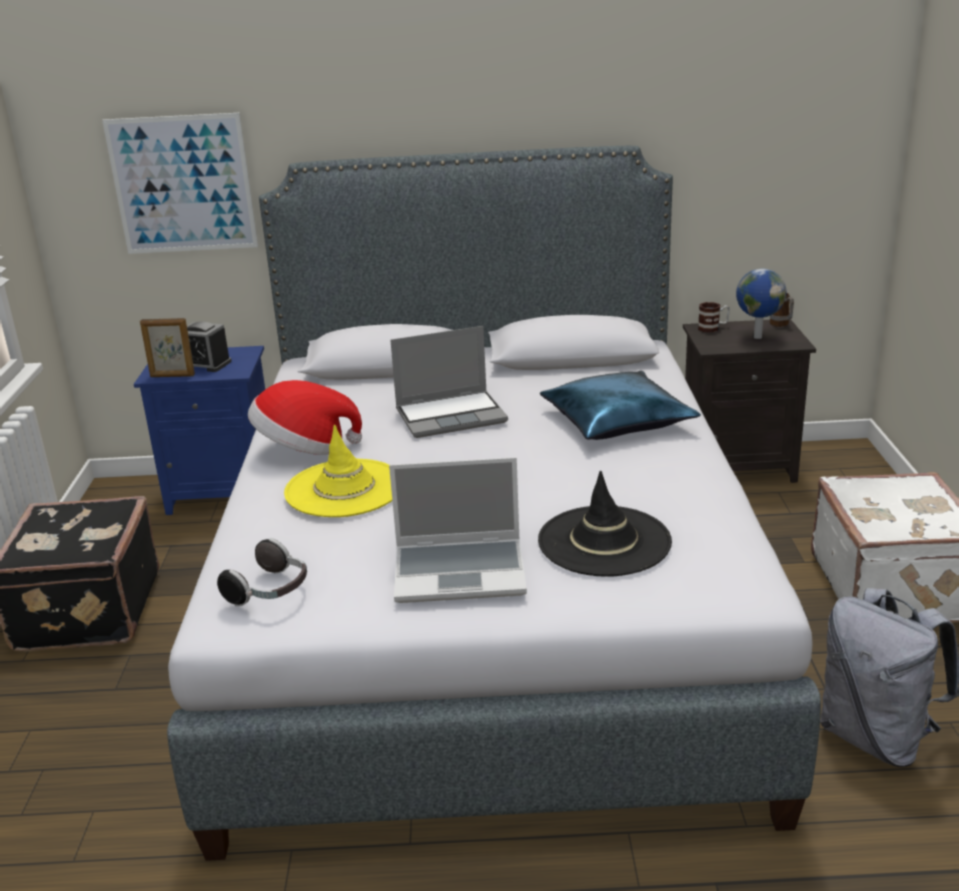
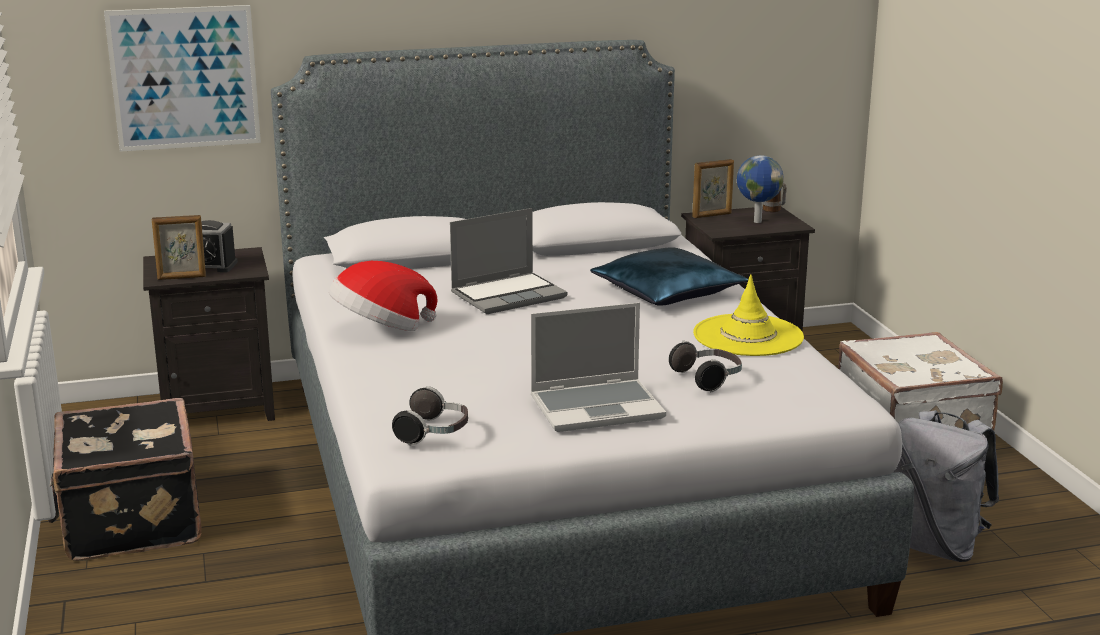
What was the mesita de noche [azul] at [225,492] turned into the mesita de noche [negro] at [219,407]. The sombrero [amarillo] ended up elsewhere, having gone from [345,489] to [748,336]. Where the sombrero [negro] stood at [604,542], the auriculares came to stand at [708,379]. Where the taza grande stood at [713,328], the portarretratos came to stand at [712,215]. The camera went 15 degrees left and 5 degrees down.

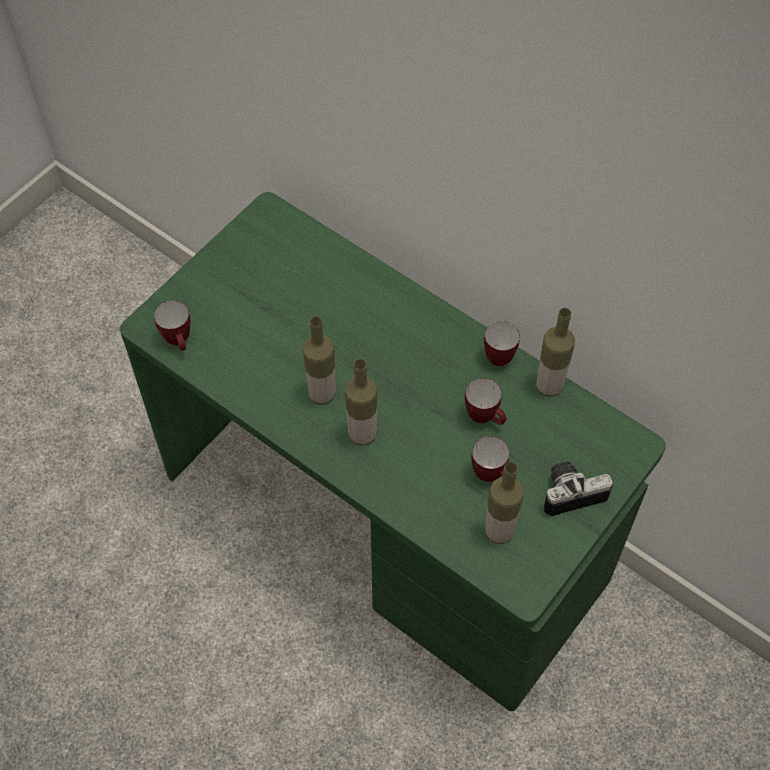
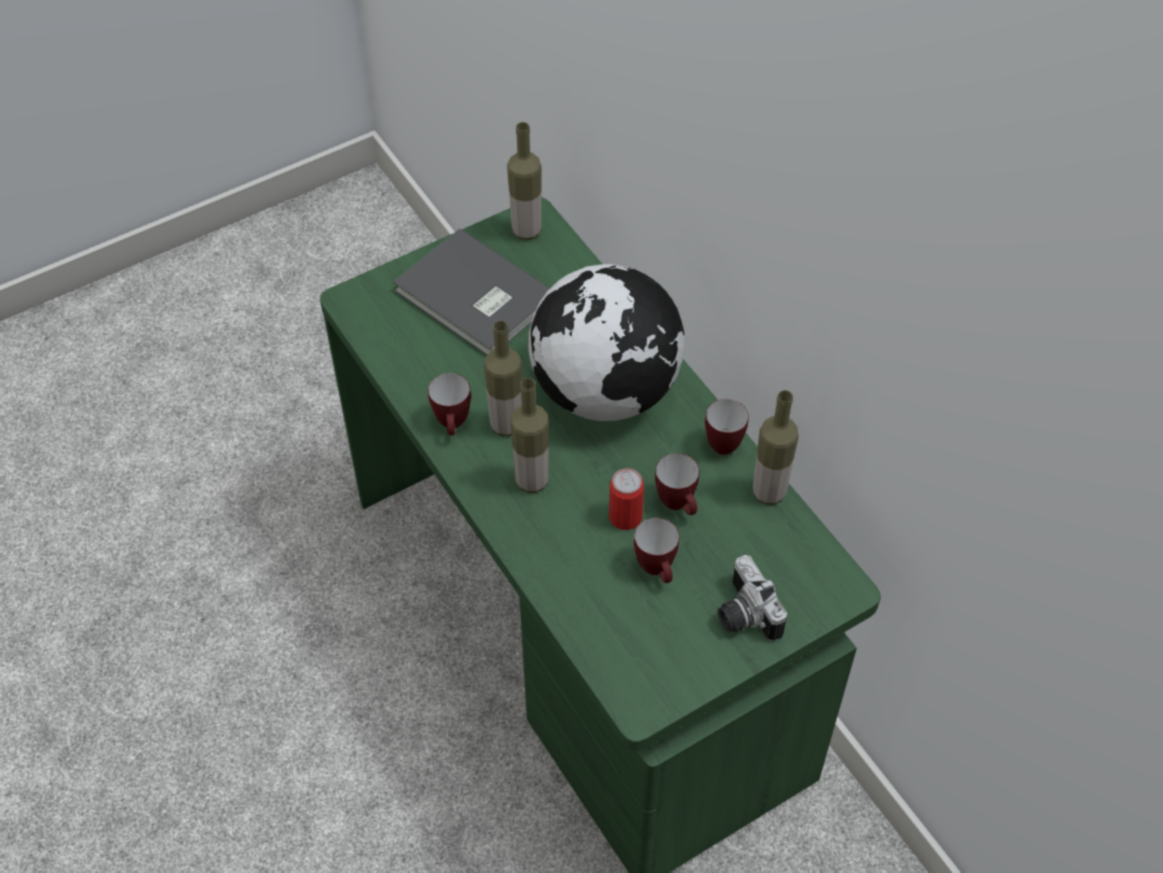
The taza grande ended up elsewhere, having gone from [179,342] to [453,425]. The botella ended up elsewhere, having gone from [499,532] to [526,231]. The cámara at [571,491] ended up facing another way, 120 degrees counterclockwise from before. The second view gained the libro [gris] at [474,299]. The second view gained the globo terráqueo at [606,391]. The second view gained the lata at [625,517]. The camera went 20 degrees right and 5 degrees down.

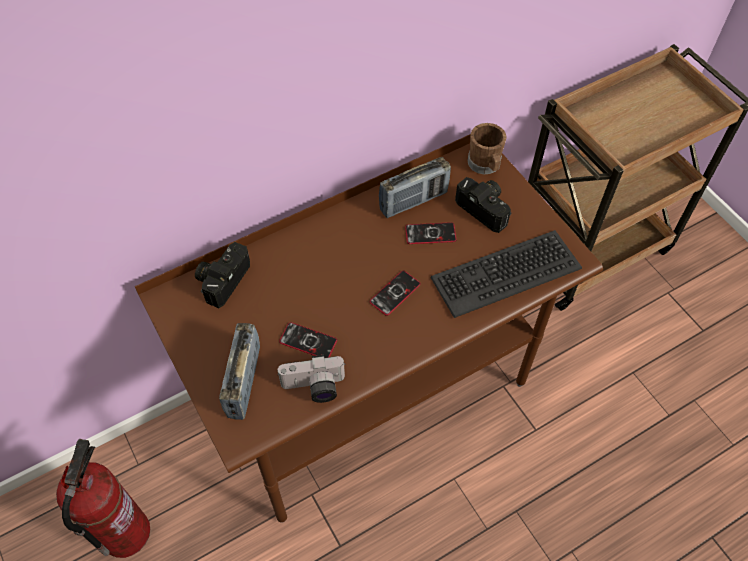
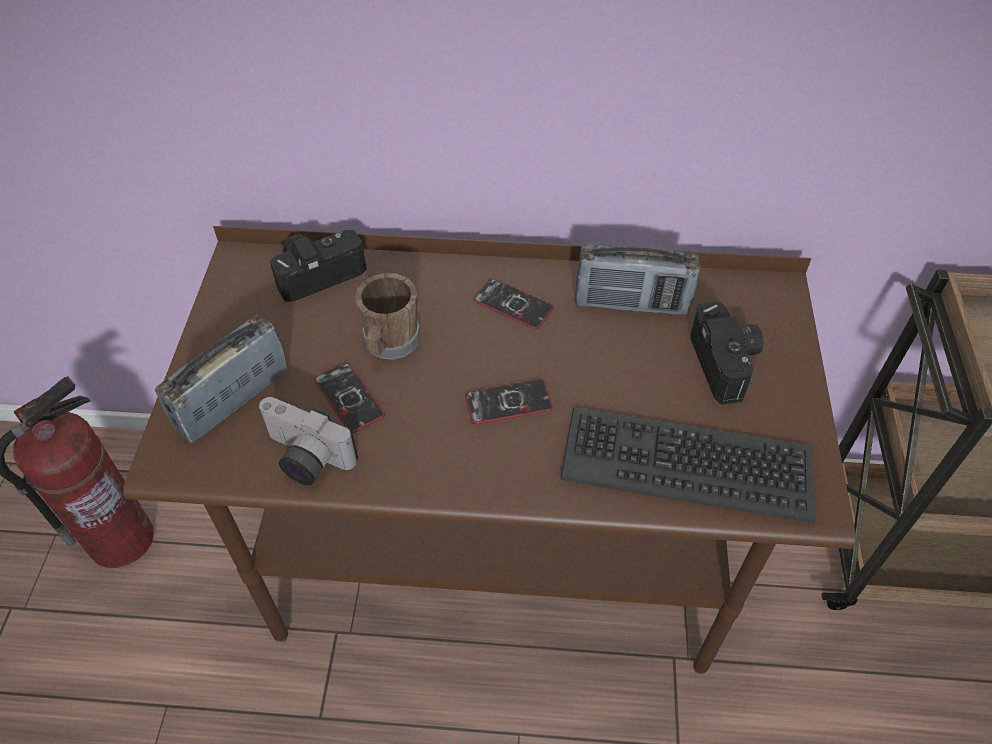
The móvil ended up elsewhere, having gone from [430,234] to [513,305]. The taza grande [marrón] ended up elsewhere, having gone from [485,165] to [389,344]. The camera went 35 degrees right and 5 degrees down.

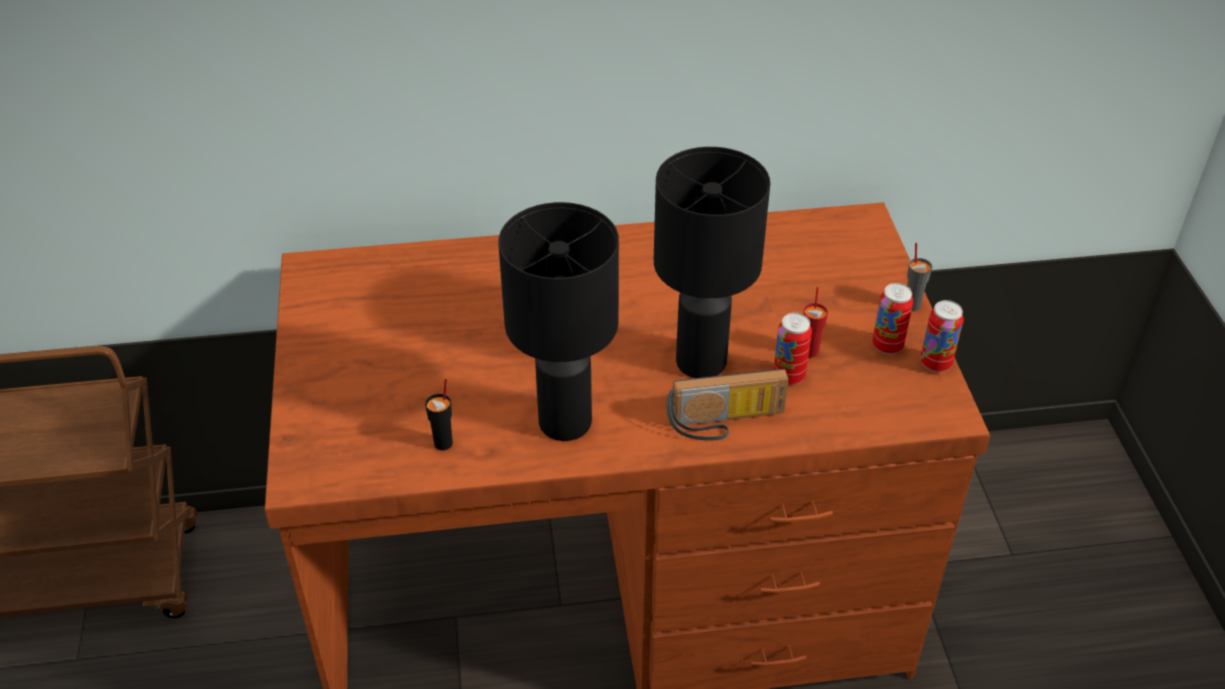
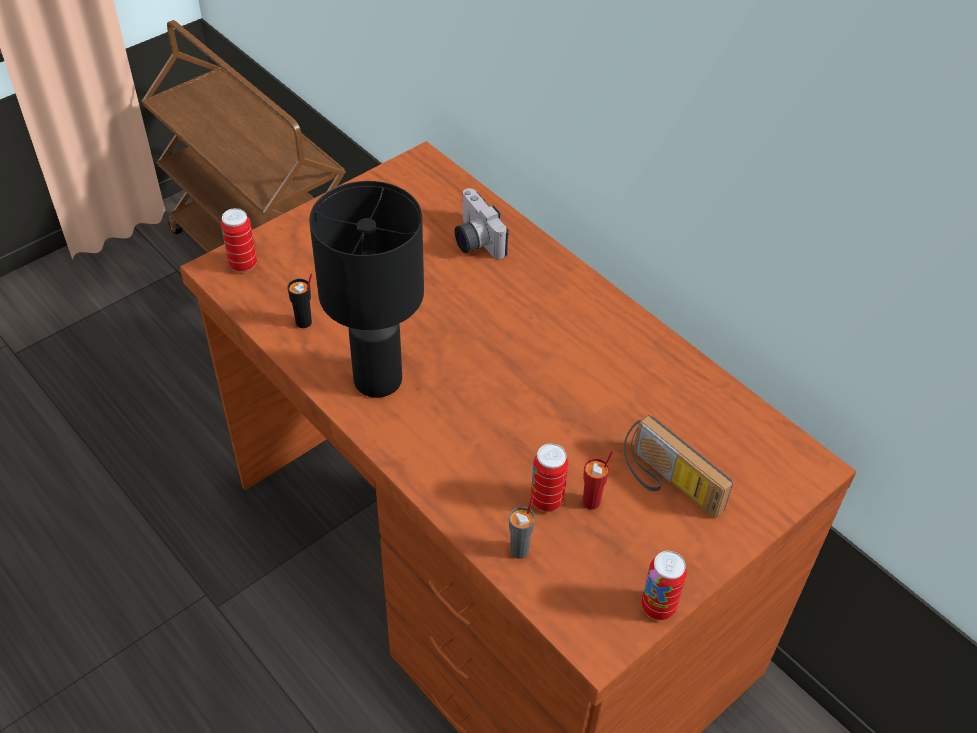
The second view lost the lámpara de mesa [negro] at [699,361]. The radio ended up elsewhere, having gone from [726,423] to [667,484]. The lata ended up elsewhere, having gone from [887,346] to [243,265]. The taza [gris] ended up elsewhere, having gone from [912,305] to [520,550]. The second view gained the cámara at [474,240]. The camera went 55 degrees right and 5 degrees up.

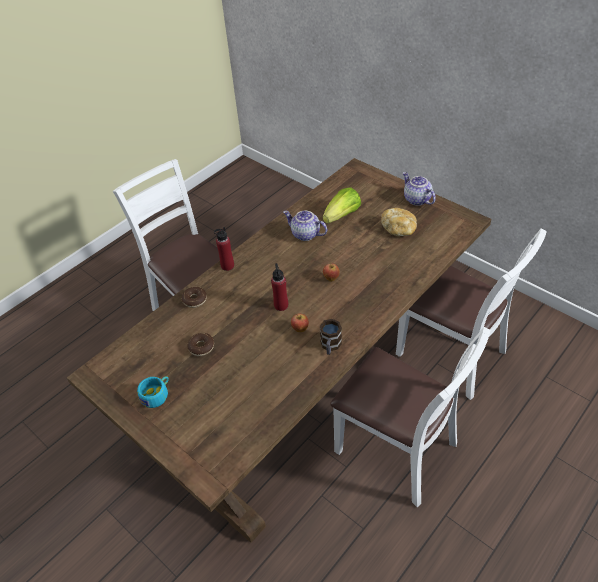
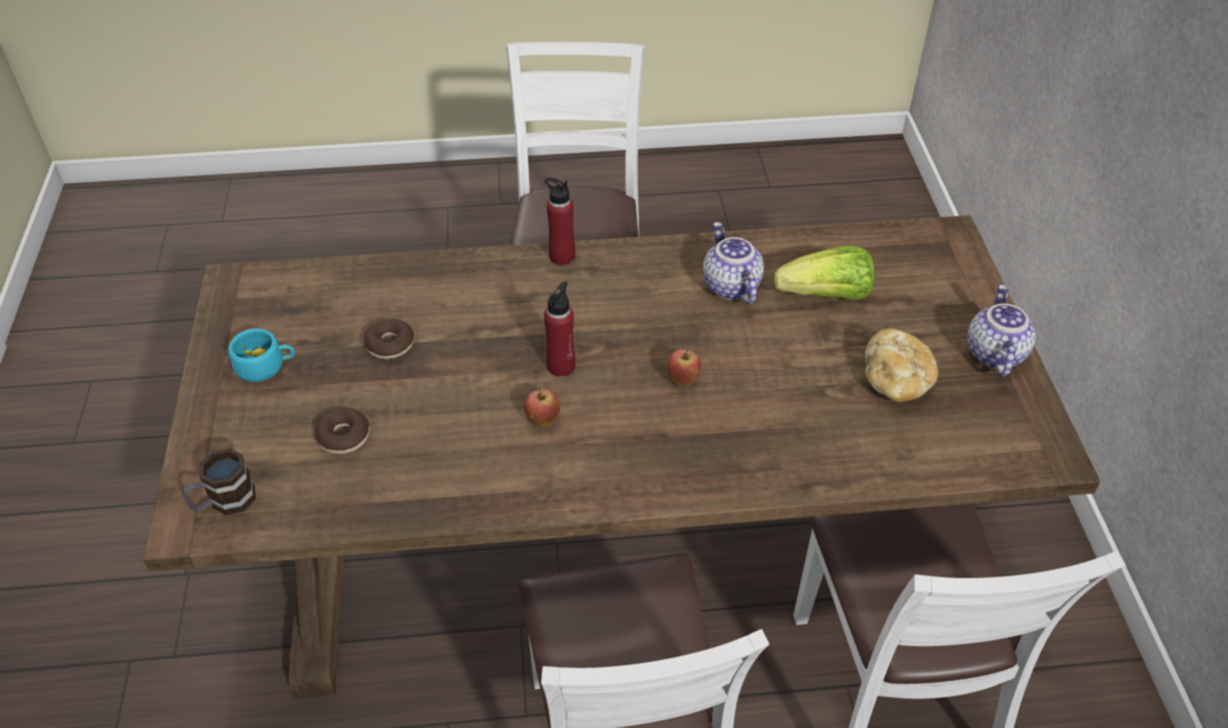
The rosquilla ended up elsewhere, having gone from [194,300] to [344,437]. The taza grande ended up elsewhere, having gone from [330,346] to [224,502]. The camera went 40 degrees right and 0 degrees up.

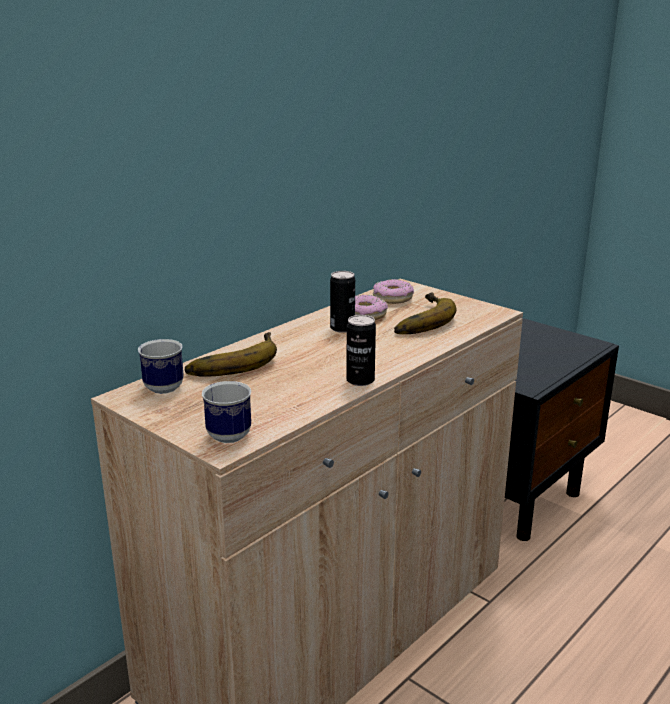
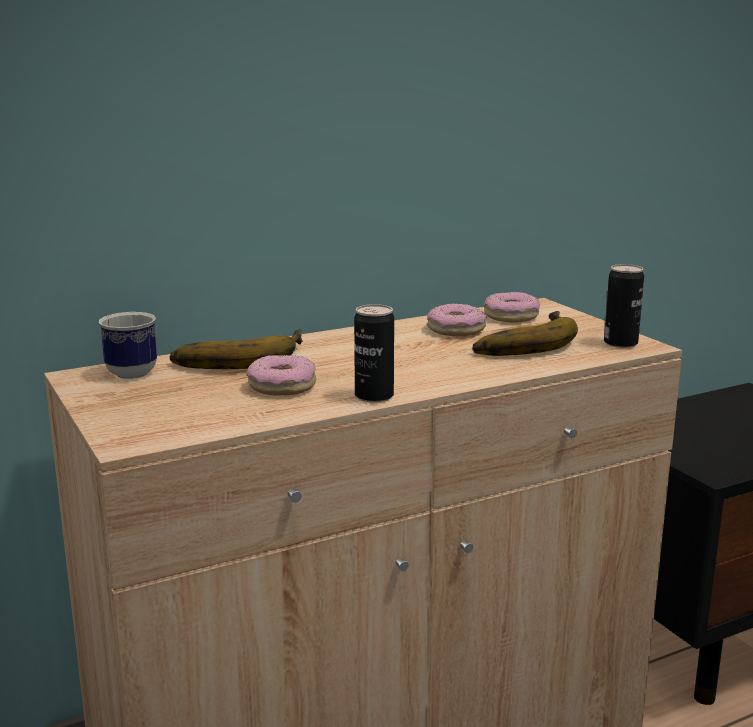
The second view lost the taza grande at [229,432]. The lata ended up elsewhere, having gone from [342,328] to [620,343]. The second view gained the rosquilla at [282,386]. The camera went 20 degrees right and 5 degrees down.

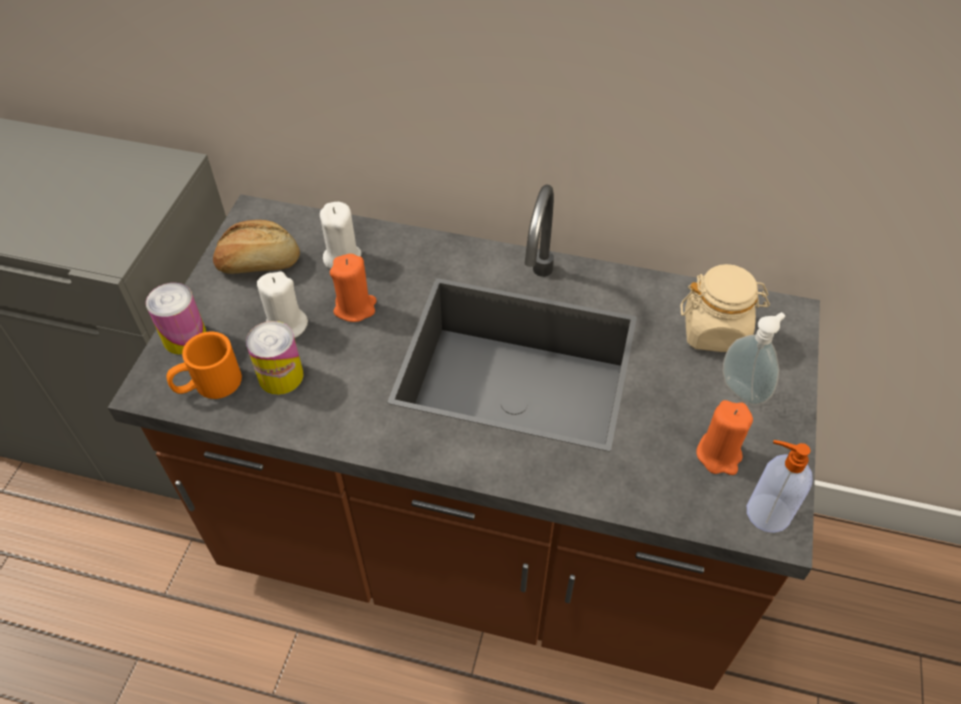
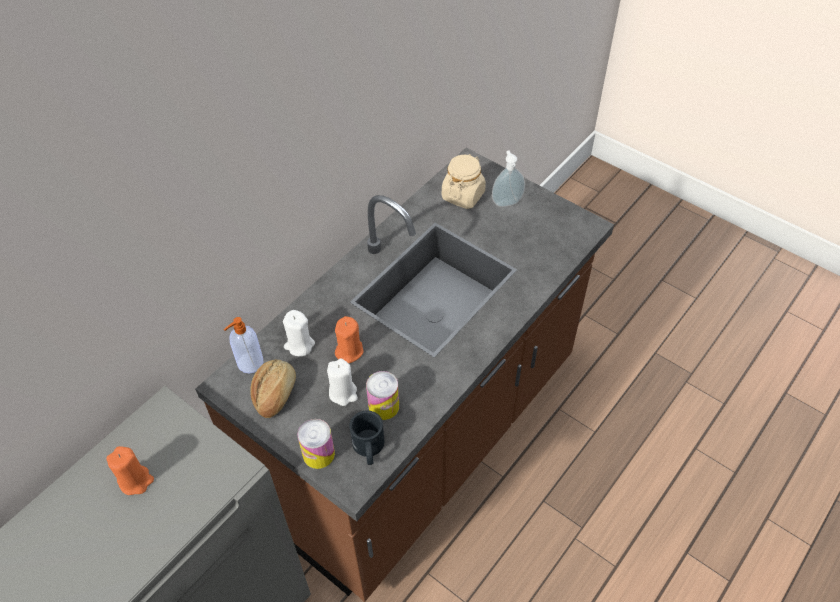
What was the taza grande [naranja] at [208,385] turned into the taza grande [negro] at [369,449]. The vela [naranja] ended up elsewhere, having gone from [719,455] to [135,480]. The dispensador de jabón ended up elsewhere, having gone from [766,512] to [249,363]. The camera went 65 degrees left and 0 degrees up.

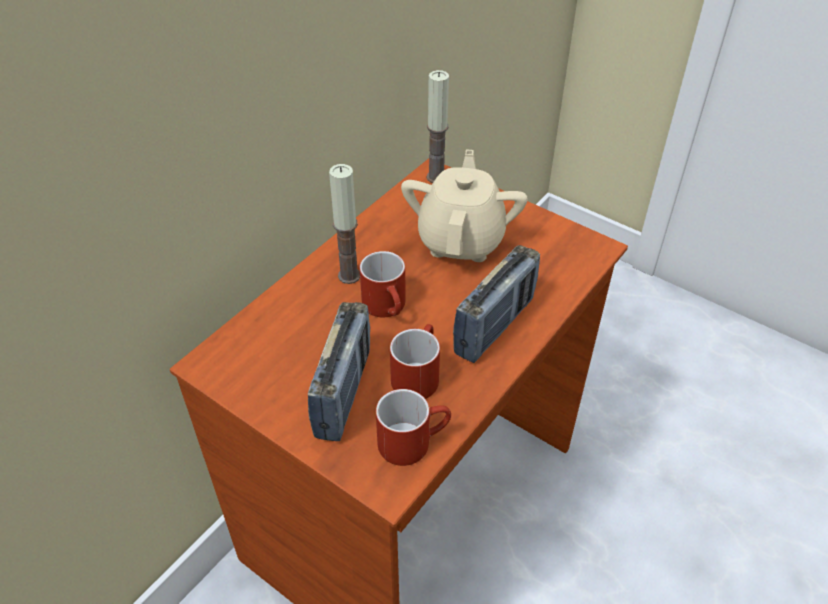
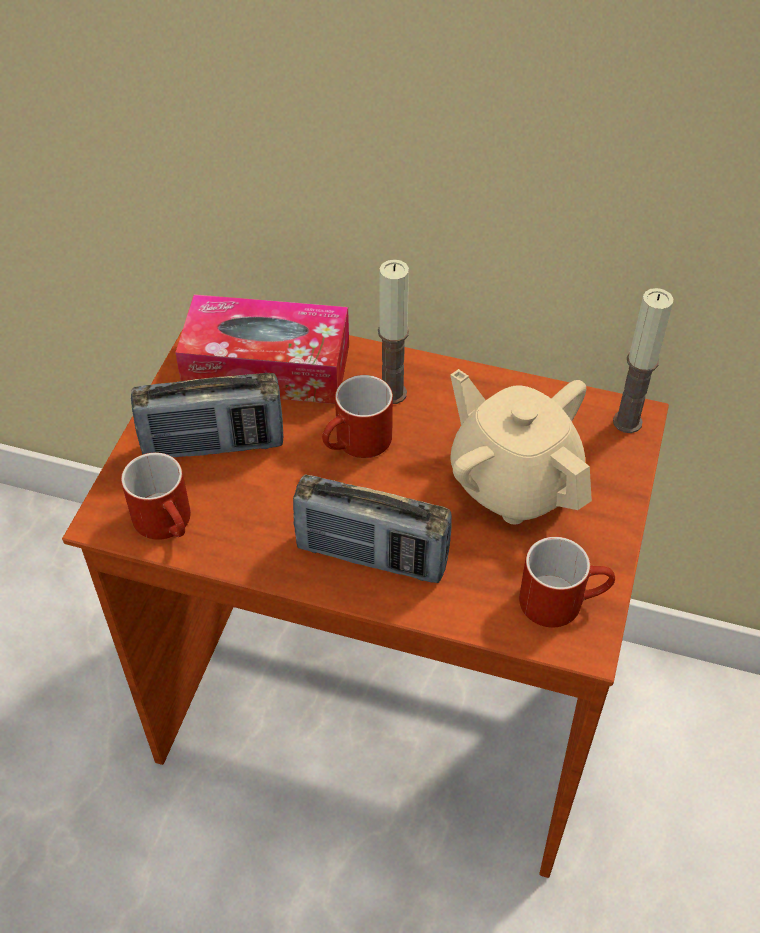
The taza grande [rojo] ended up elsewhere, having gone from [416,374] to [562,599]. The tetera [beis] at [461,240] ended up facing another way, 120 degrees counterclockwise from before. The second view gained the caja de pañuelos at [267,367]. The camera went 70 degrees right and 5 degrees up.

